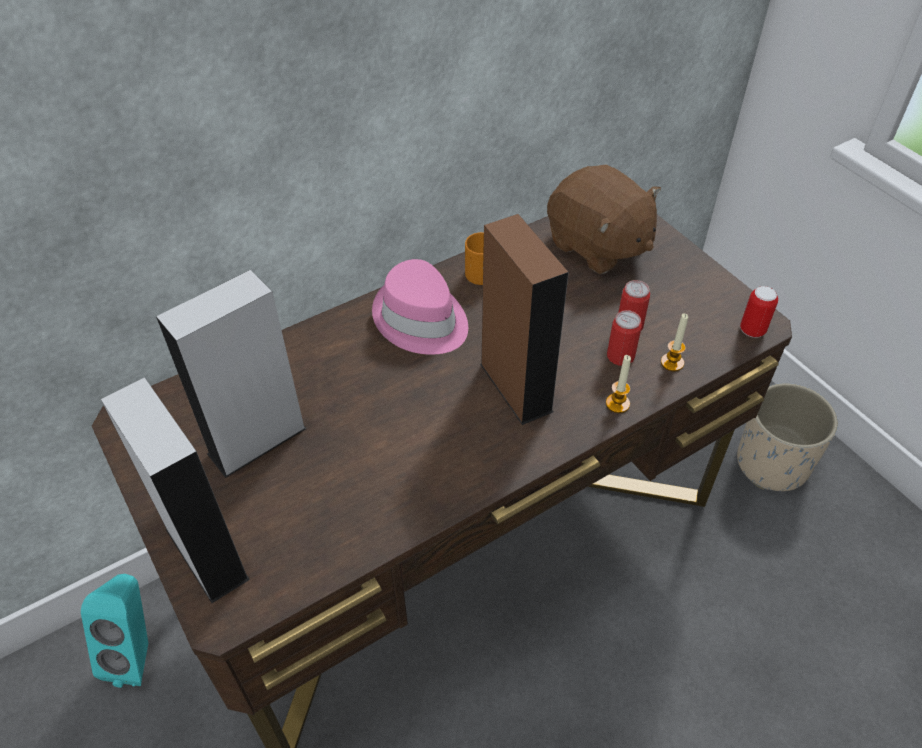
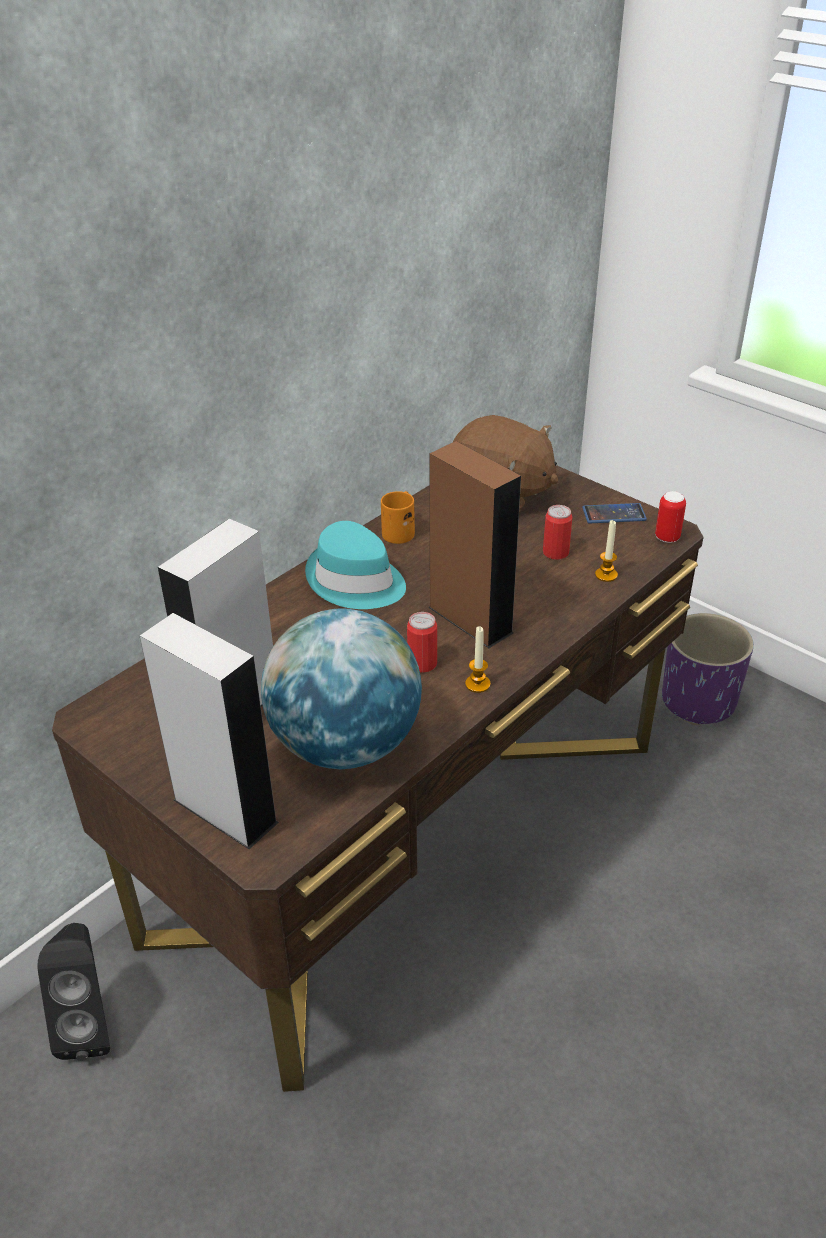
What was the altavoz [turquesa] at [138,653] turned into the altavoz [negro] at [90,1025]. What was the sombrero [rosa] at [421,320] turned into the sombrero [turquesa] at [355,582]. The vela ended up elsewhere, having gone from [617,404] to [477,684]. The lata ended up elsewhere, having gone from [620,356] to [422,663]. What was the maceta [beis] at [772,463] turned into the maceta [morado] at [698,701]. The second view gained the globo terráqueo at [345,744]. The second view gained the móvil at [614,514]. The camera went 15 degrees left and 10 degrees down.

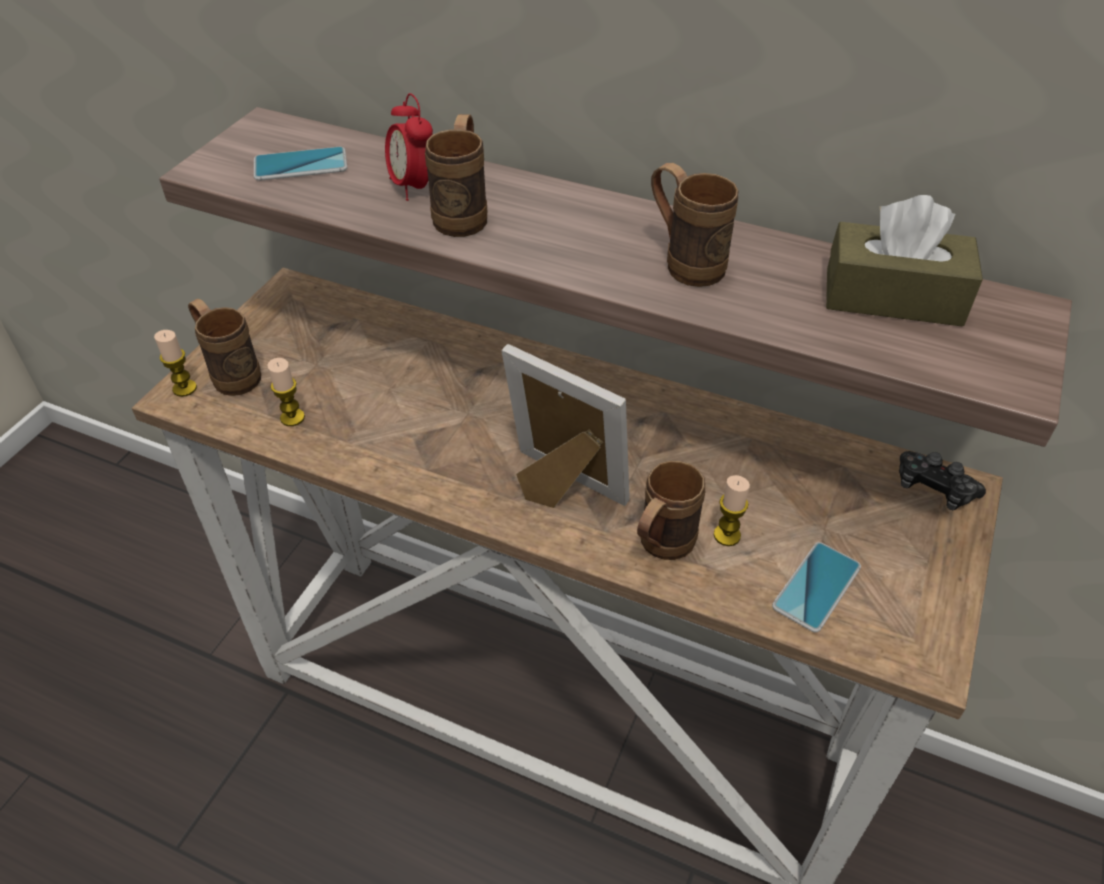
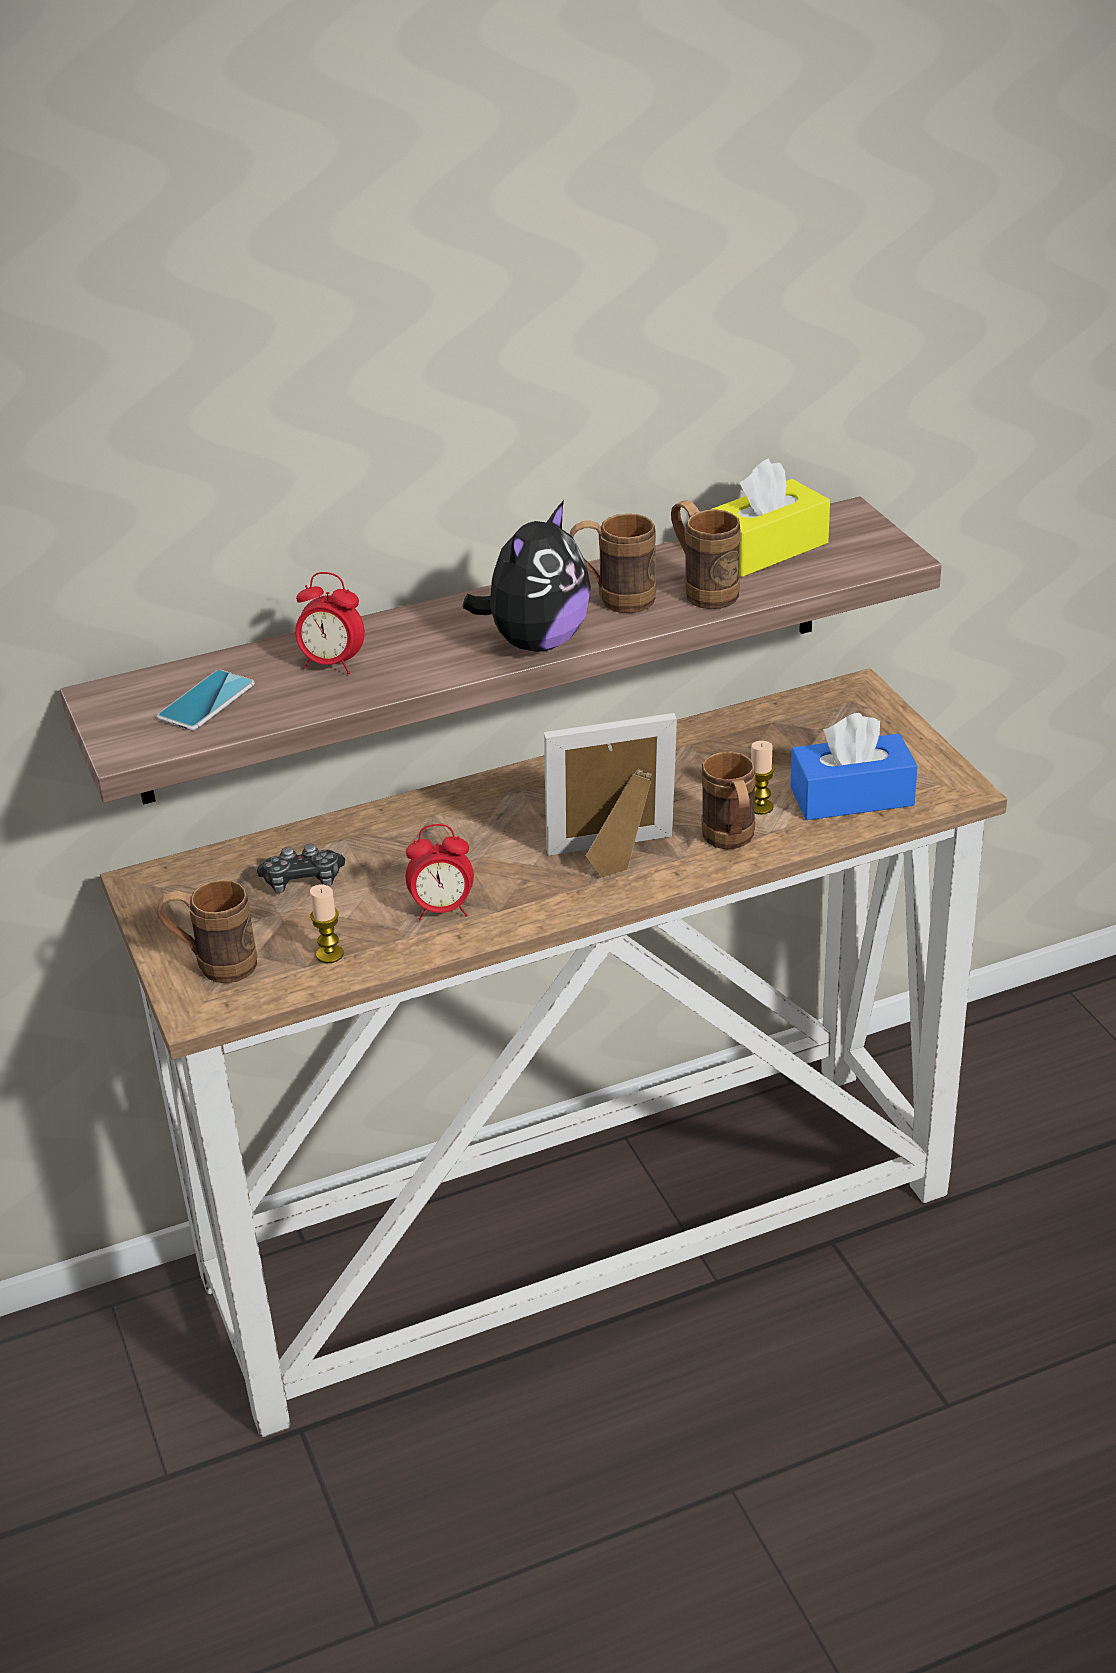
The second view lost the vela at [184,388]. The taza grande [marrón] ended up elsewhere, having gone from [464,213] to [703,590]. Where the móvil stood at [816,587], the caja de pañuelos [azul] came to stand at [852,796]. What was the caja de pañuelos [marrón] at [893,297] turned into the caja de pañuelos [amarillo] at [767,549]. The mando de consola ended up elsewhere, having gone from [933,488] to [303,881]. The second view gained the despertador at [442,910]. The second view gained the peluche at [536,642]. The camera went 45 degrees left and 10 degrees down.

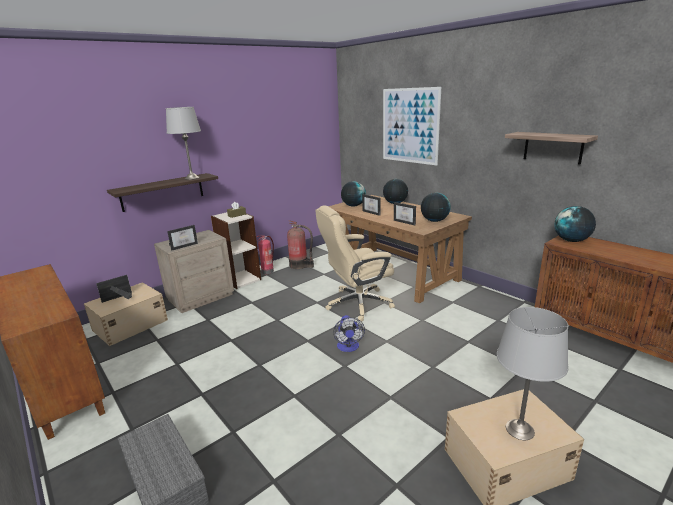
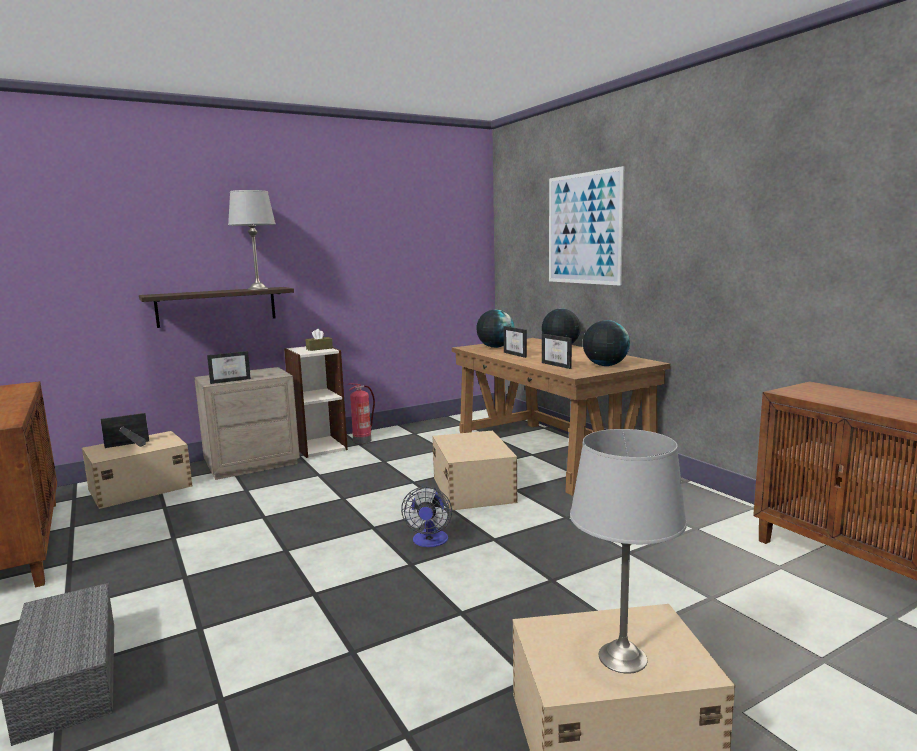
The second view lost the extintor at [300,265]. Where the silla de oficina [beis] stood at [357,304], the caja de almacenaje [beis] came to stand at [473,489]. The second view lost the estante at [553,147]. The second view lost the globo terráqueo at [571,240]. The camera went 10 degrees right and 10 degrees down.

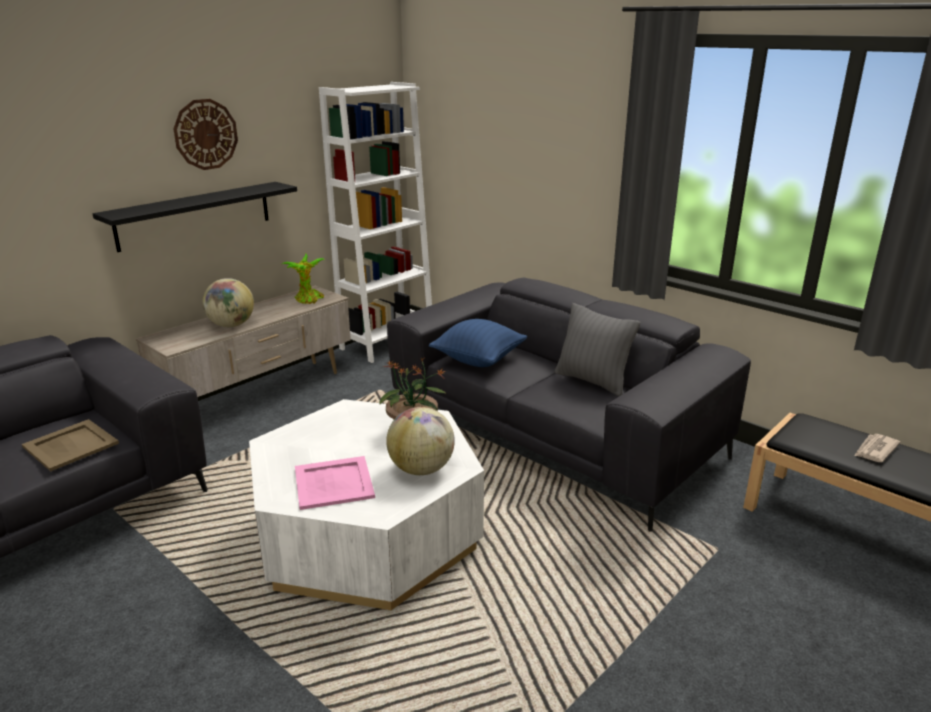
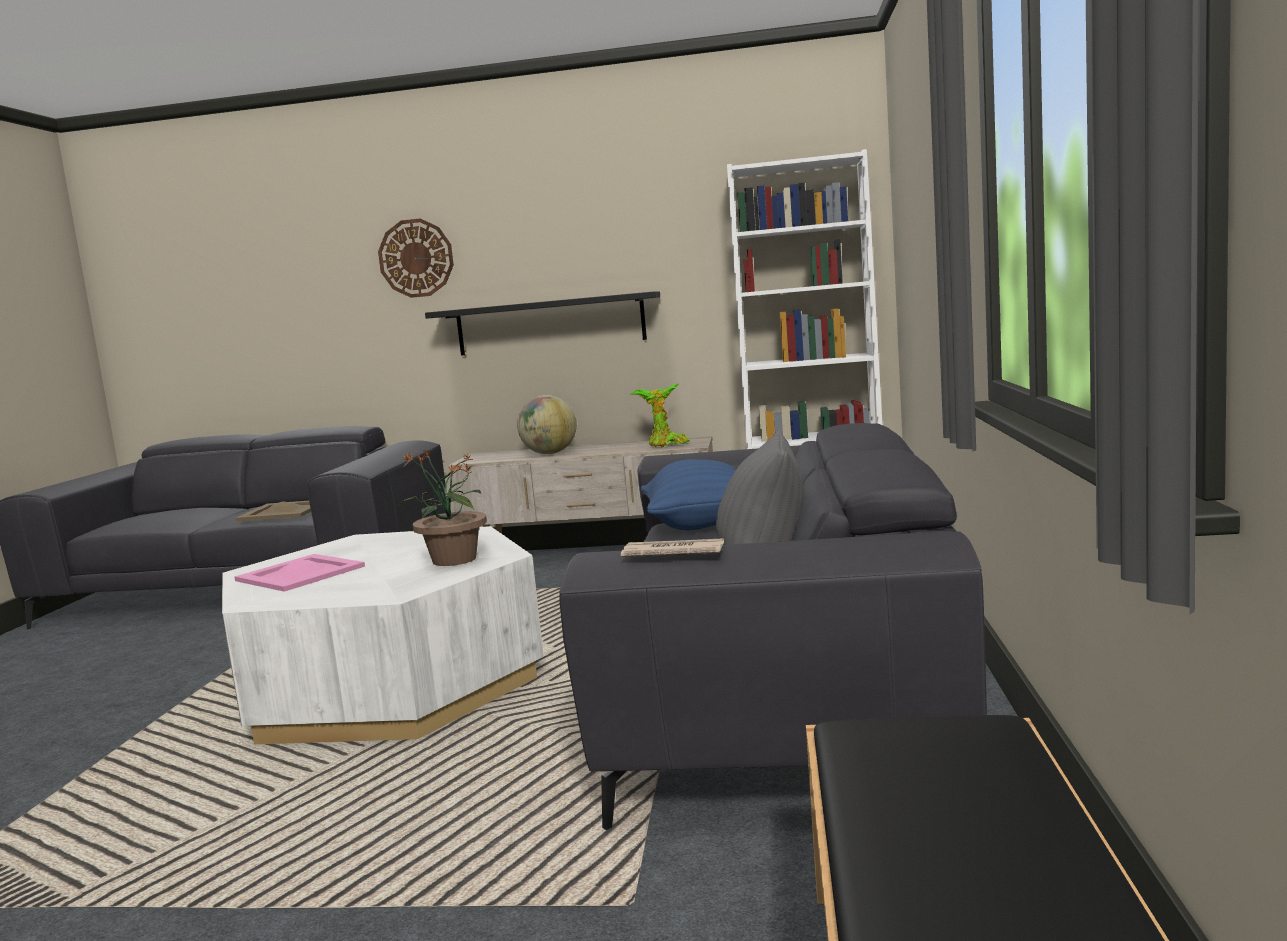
The reloj de pared ended up elsewhere, having gone from [205,134] to [416,258]. The second view lost the globo terráqueo at [421,469]. The periódico ended up elsewhere, having gone from [875,450] to [672,553]. The camera went 55 degrees right and 15 degrees down.

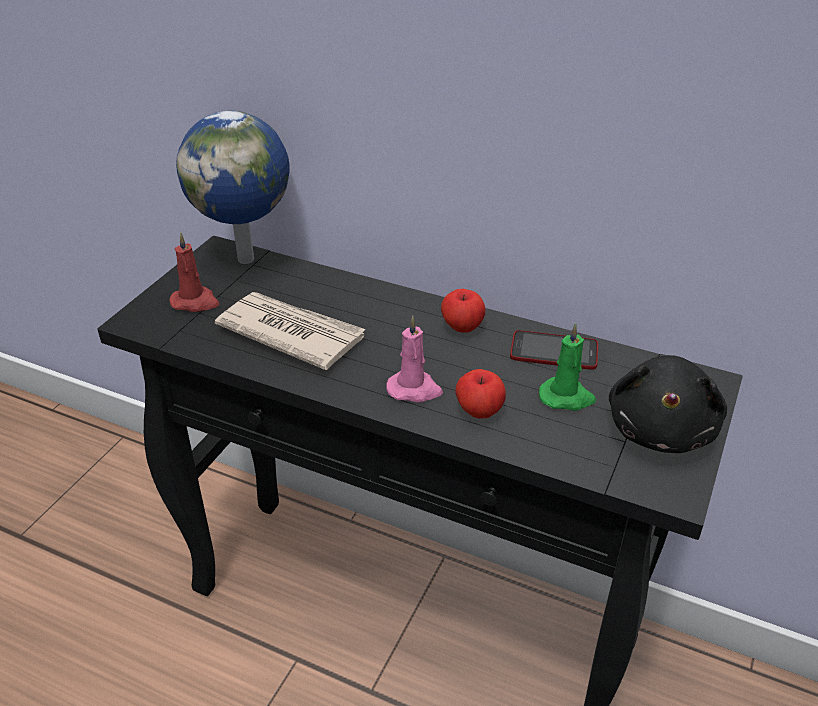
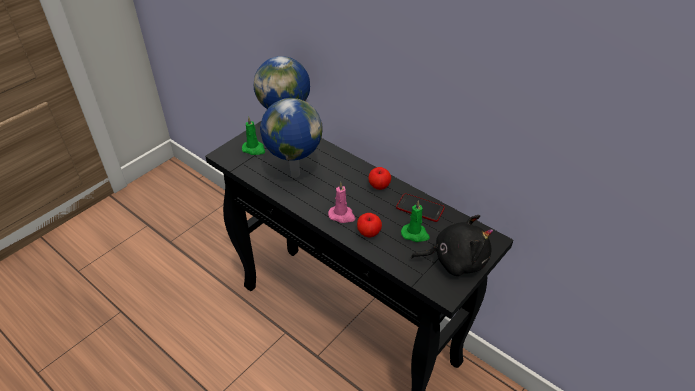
What was the vela [rojo] at [195,302] turned into the vela [verde] at [254,149]. Where the periódico stood at [291,333], the globo terráqueo came to stand at [294,174]. The peluche [negro] at [661,429] ended up facing another way, 120 degrees counterclockwise from before. The camera went 15 degrees right and 5 degrees up.

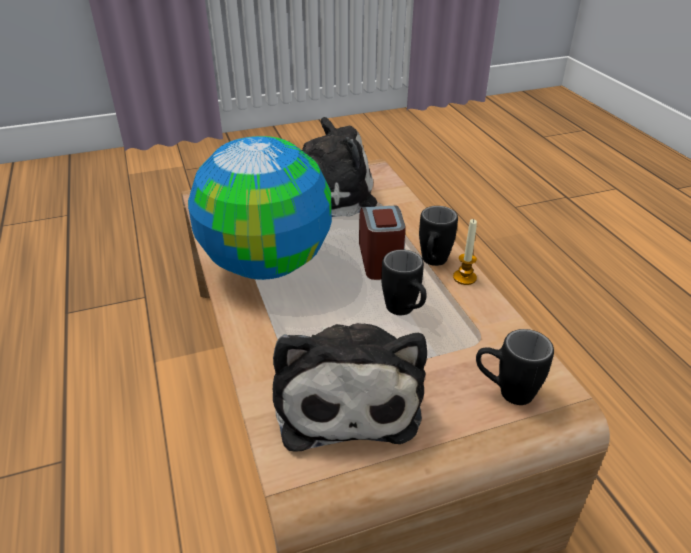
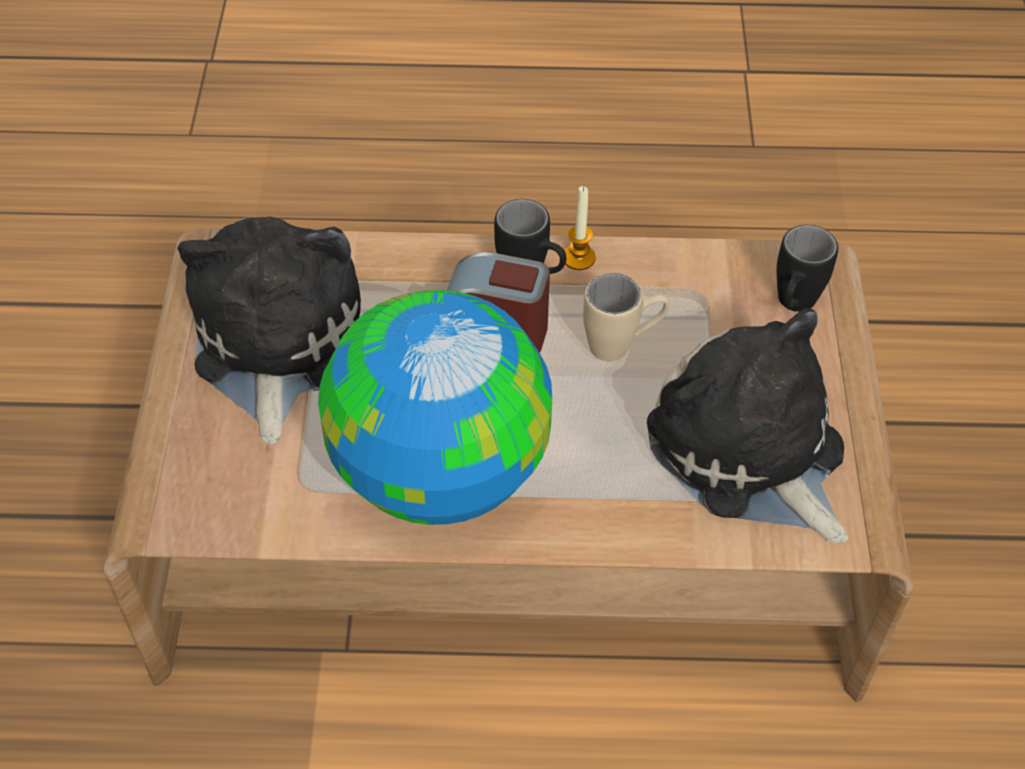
The peluche at [346,396] ended up facing another way, 135 degrees counterclockwise from before. What was the taza grande [negro] at [405,312] turned into the taza grande [beis] at [622,345]. The camera went 70 degrees left and 15 degrees up.

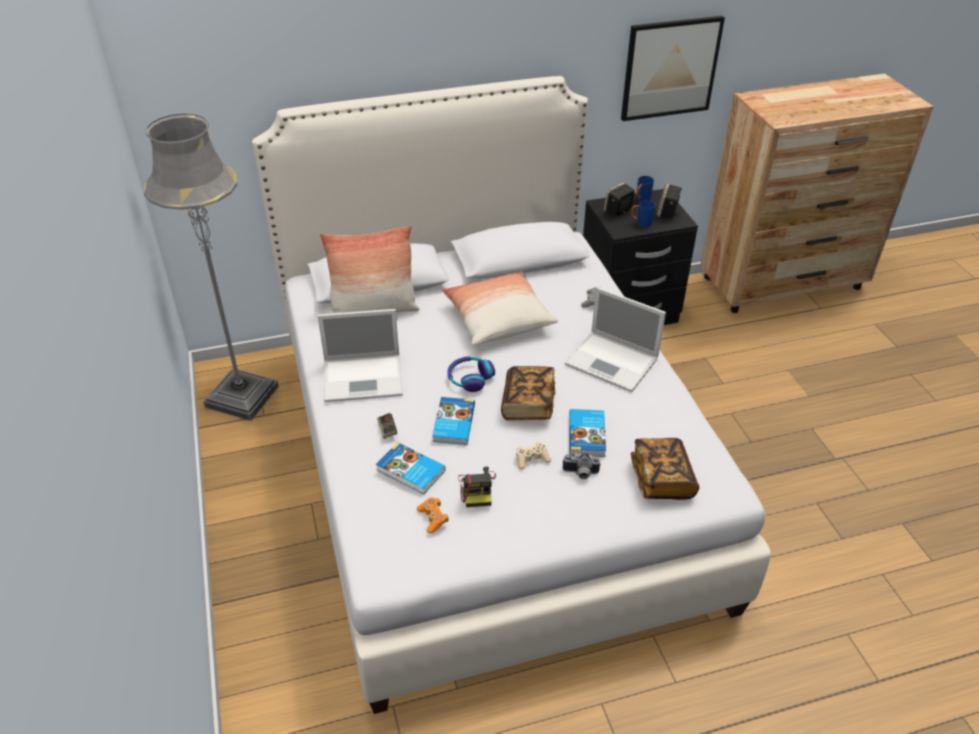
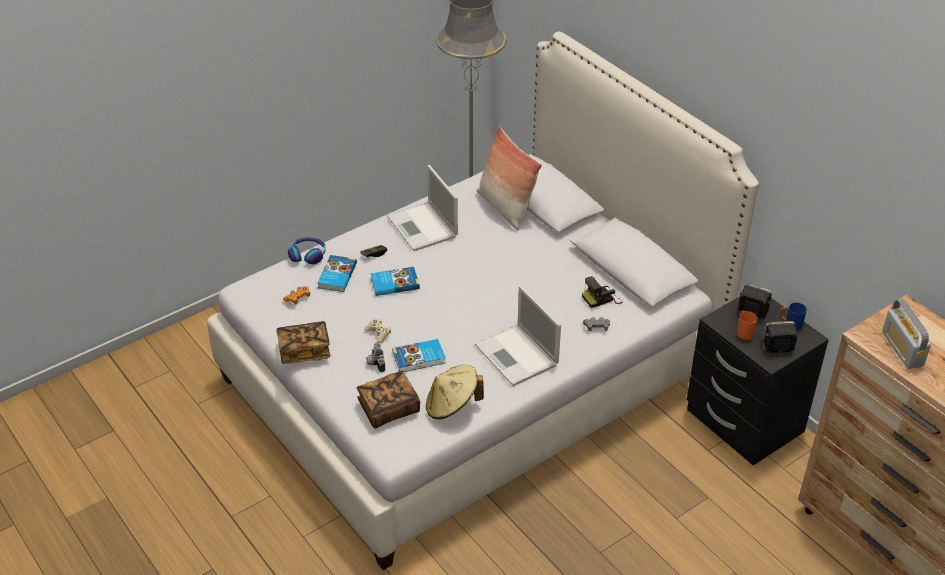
The second view lost the cojín at [497,320]. The auriculares ended up elsewhere, having gone from [470,378] to [307,255]. The cámara ended up elsewhere, having gone from [477,489] to [601,298]. The libro ended up elsewhere, having gone from [528,404] to [304,351]. The portátil at [613,362] ended up facing another way, 45 degrees counterclockwise from before. The second view lost the cuadro at [670,68]. What was the taza grande [azul] at [641,223] turned into the taza grande [naranja] at [743,332]. The second view gained the sombrero [beis] at [452,406]. The second view gained the radio at [902,349]. The camera went 70 degrees right and 0 degrees up.

